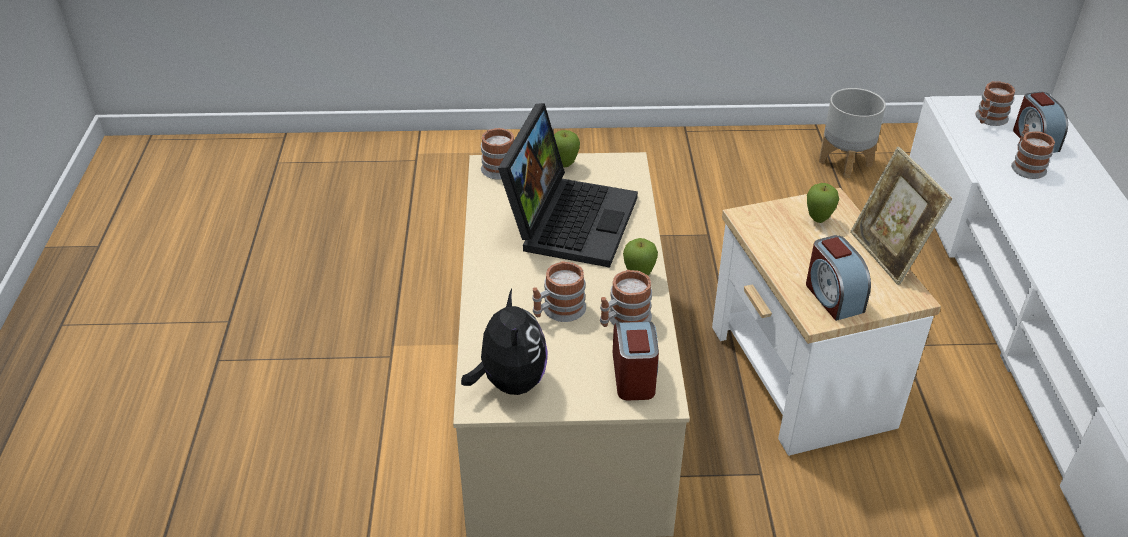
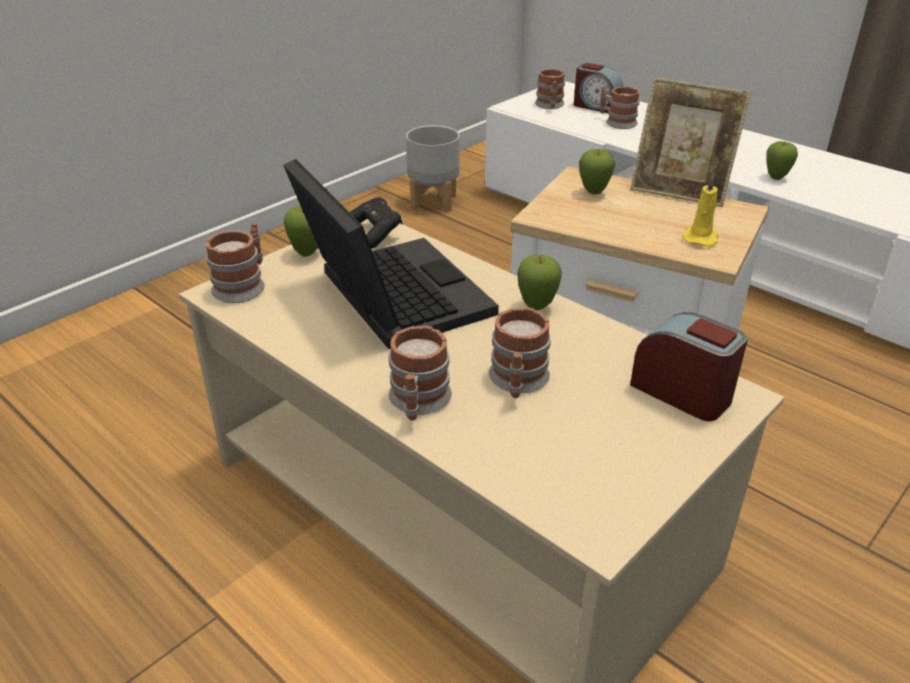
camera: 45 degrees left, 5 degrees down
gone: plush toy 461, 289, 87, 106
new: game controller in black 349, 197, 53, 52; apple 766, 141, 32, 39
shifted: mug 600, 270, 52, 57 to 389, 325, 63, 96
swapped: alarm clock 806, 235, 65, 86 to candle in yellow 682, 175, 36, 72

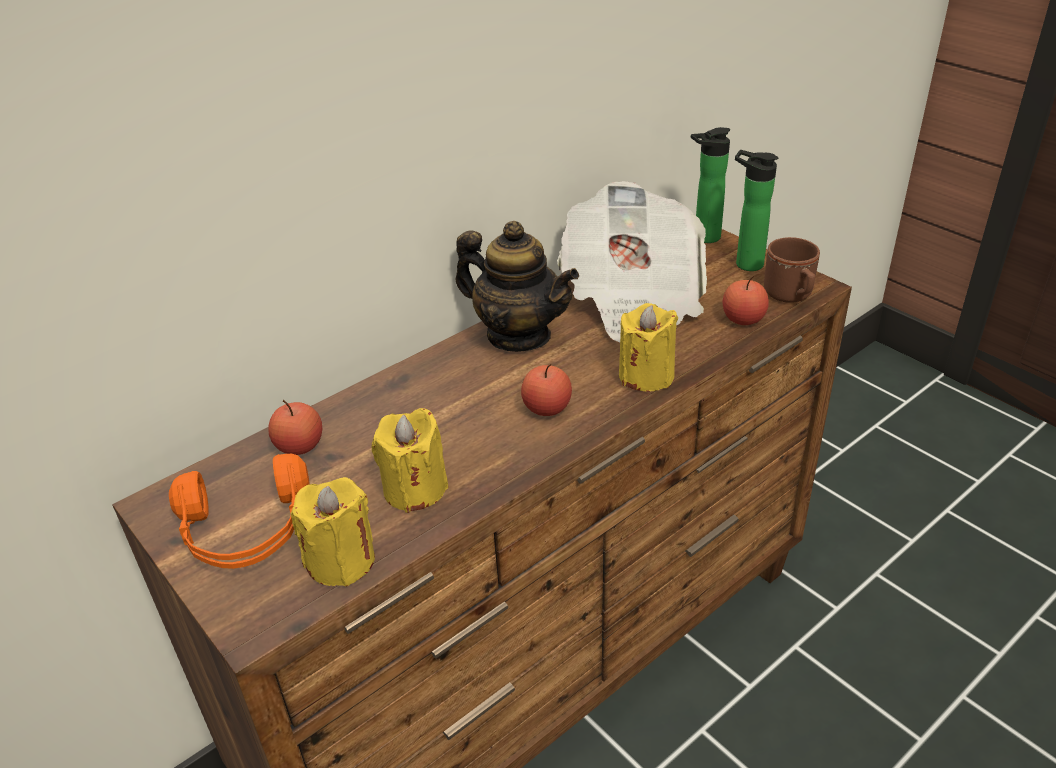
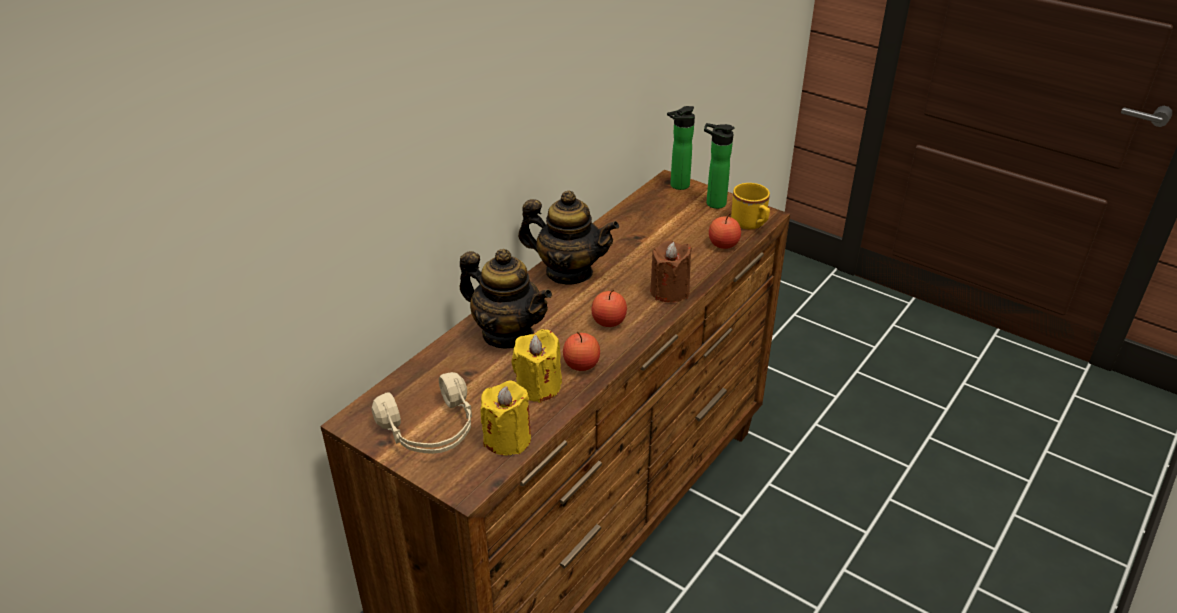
camera: 15 degrees left, 0 degrees up
gone: newspaper 557, 181, 150, 161
new: teapot 460, 249, 92, 99
shifted: apple 268, 400, 54, 55 to 563, 332, 37, 39
repainted: headphones in orange 169, 454, 141, 115 to headphones in beige 371, 372, 101, 82; candle in yellow 619, 303, 59, 89 to candle in brown 650, 240, 42, 62; mug in brown 764, 237, 56, 66 to mug in yellow 731, 183, 39, 46

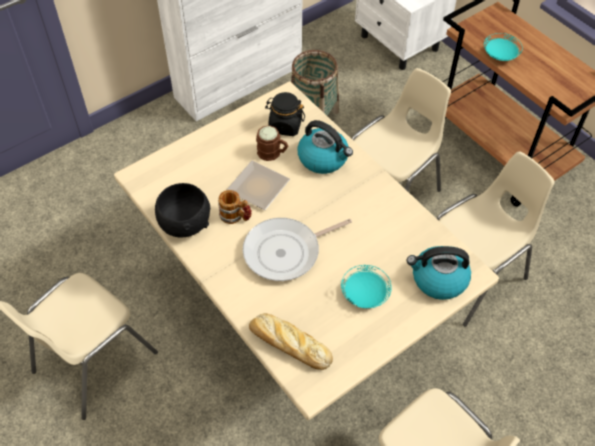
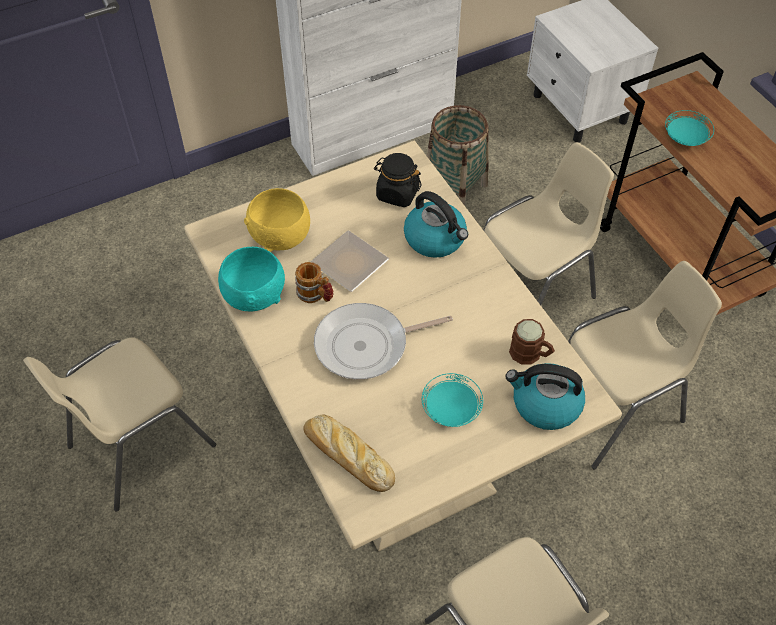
camera: 10 degrees right, 0 degrees up
new: bowl in yellow 244, 188, 66, 64
shifted: mug in brown 256, 125, 32, 36 to 509, 319, 46, 46
repainted: bowl in black 155, 183, 55, 55 to bowl in turquoise 218, 247, 67, 64

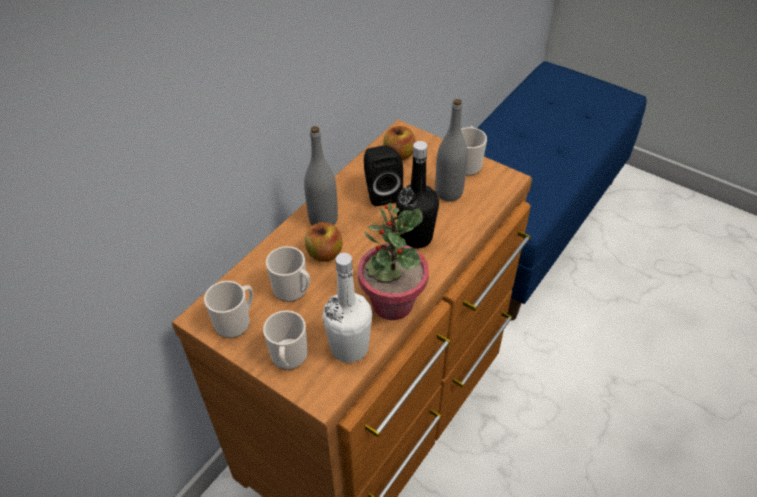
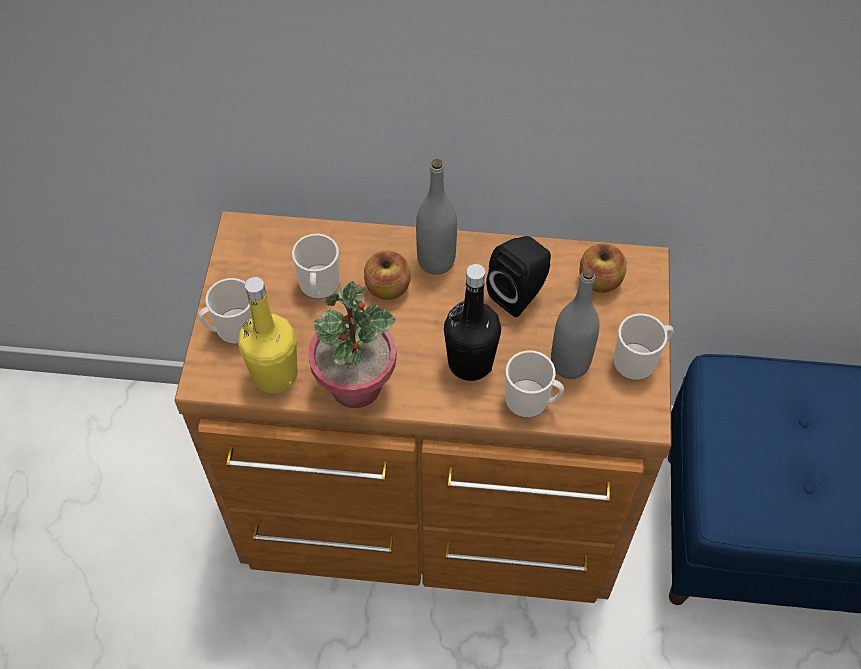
camera: 60 degrees right, 10 degrees up
shifted: mug 204, 281, 49, 57 to 505, 350, 59, 68
repainted: bottle in white 323, 253, 49, 110 to bottle in yellow 238, 277, 59, 116

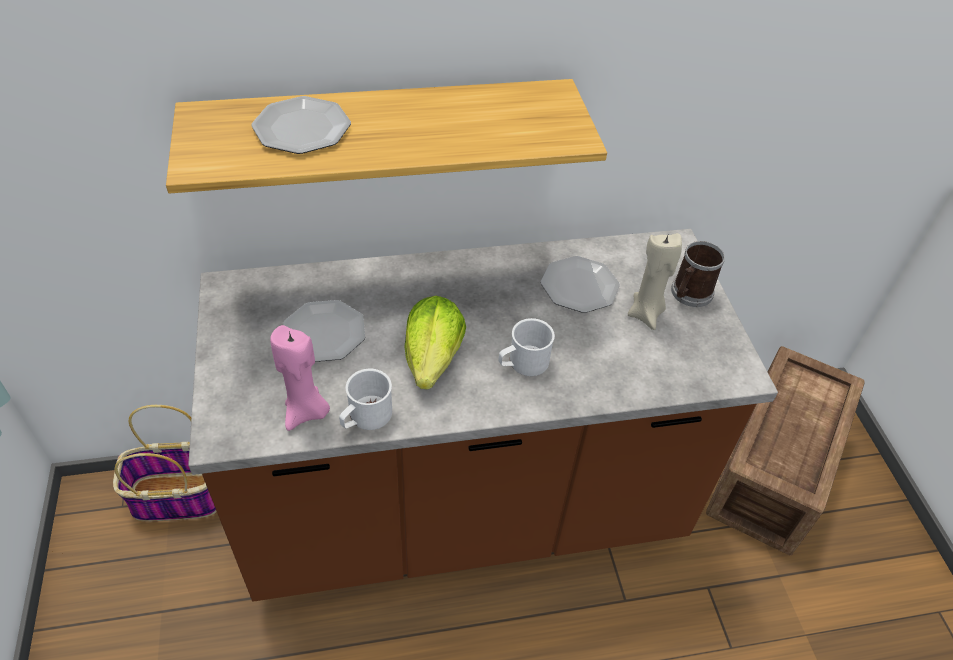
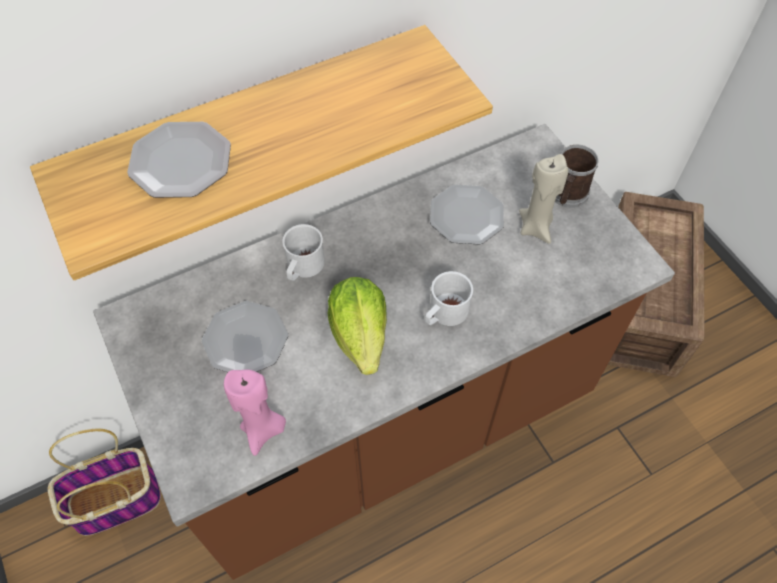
camera: 15 degrees left, 10 degrees up
shifted: mug in white 339, 369, 53, 61 to 282, 224, 43, 57

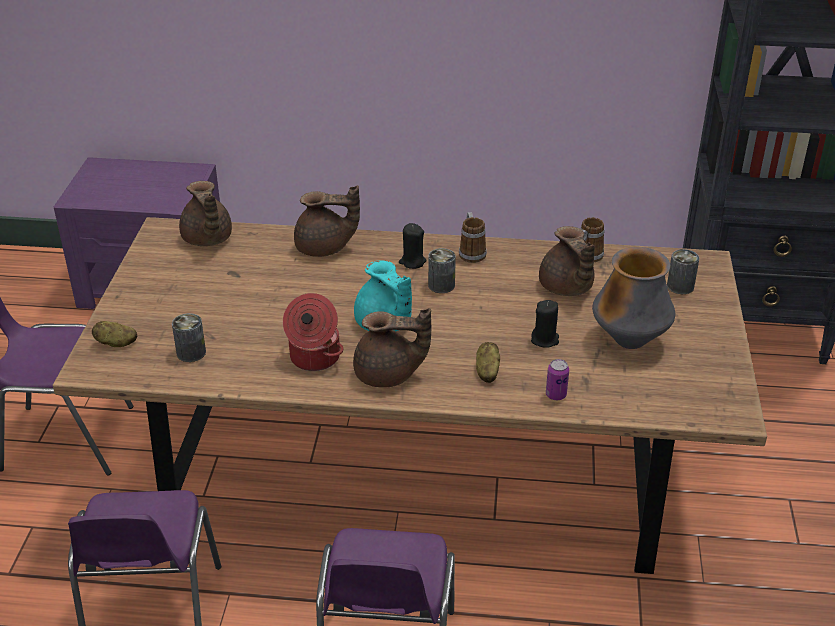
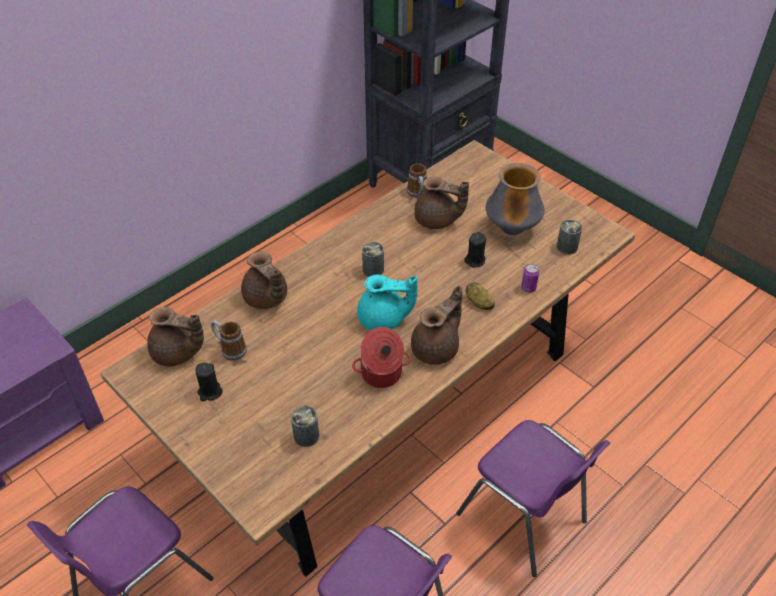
camera: 50 degrees left, 10 degrees up
gone: potato 92, 321, 45, 26
shifted: candle in black 399, 223, 27, 46 to 196, 363, 27, 38; mug 459, 212, 28, 51 to 211, 320, 36, 41; can 667, 249, 32, 45 to 557, 220, 25, 35
rotated: teapot in brown 294, 185, 66, 72 = 241, 252, 46, 57 105 degrees clockwise

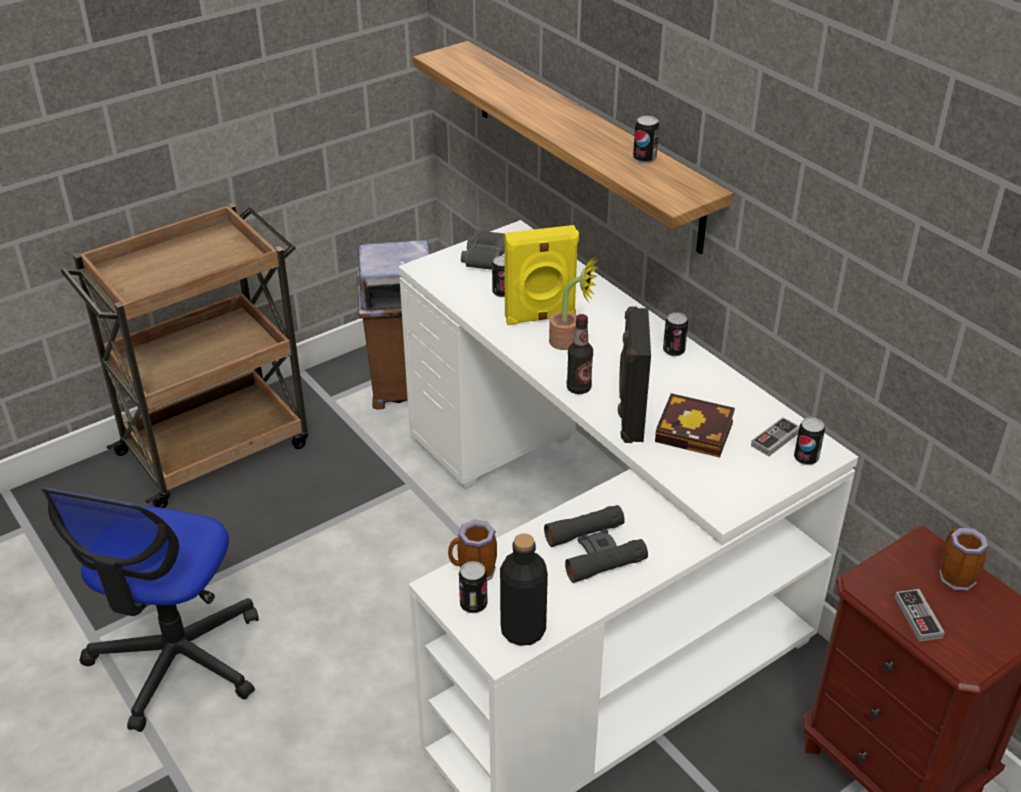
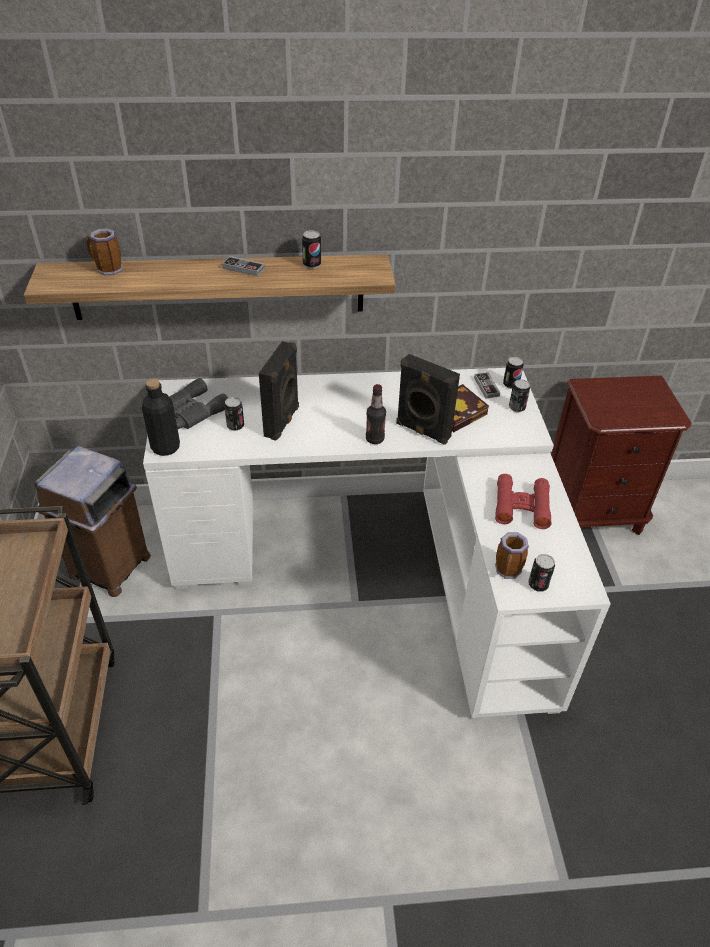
camera: 60 degrees left, 5 degrees up
gone: office chair 41, 488, 218, 244; potted plant 549, 256, 49, 94
shifted: bottle in black 500, 533, 48, 113 to 142, 379, 38, 77; can 663, 312, 25, 44 to 509, 379, 21, 33; game controller 895, 589, 50, 53 to 222, 256, 43, 20; mug 939, 528, 50, 63 to 87, 228, 35, 47
repainted: speaker in yellow 504, 225, 75, 100 to speaker in black 259, 341, 40, 100; binoculars in black 544, 505, 104, 78 to binoculars in red 495, 474, 57, 55

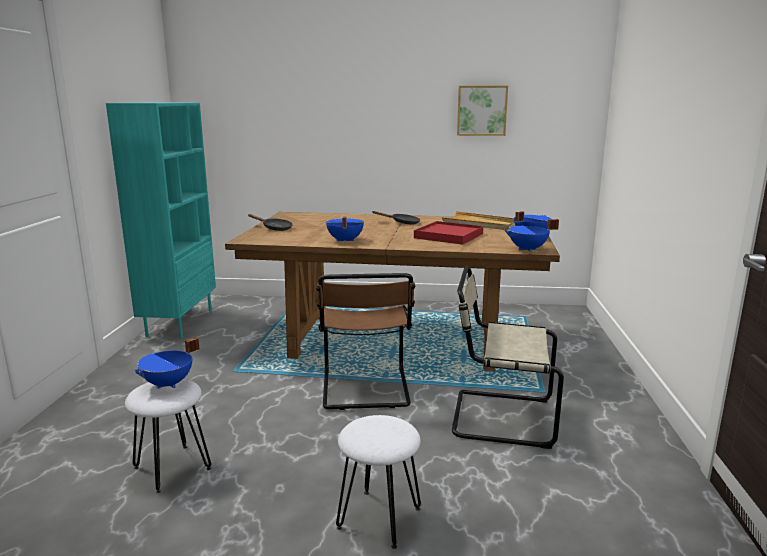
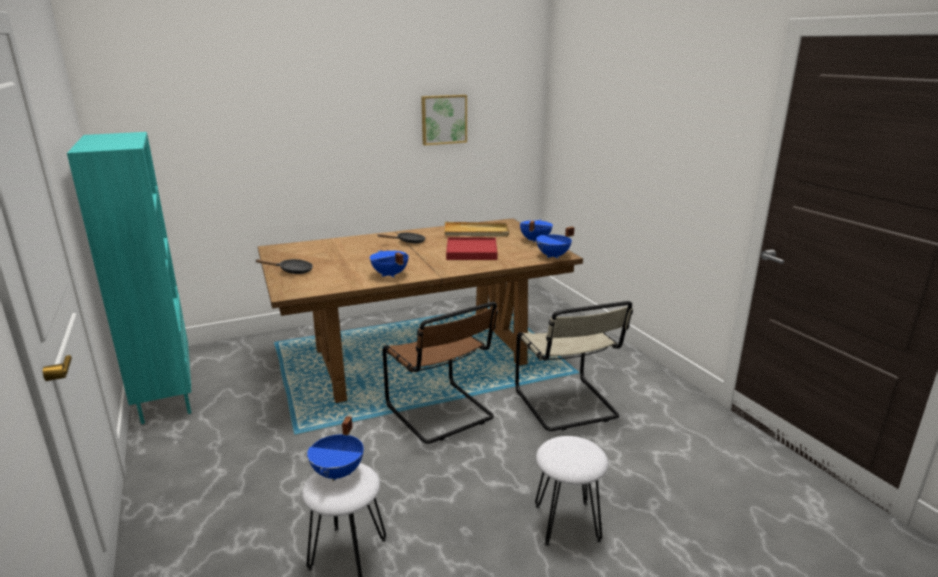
camera: 30 degrees left, 5 degrees up
rotated: chair in beige 452, 266, 112, 183 = 515, 301, 118, 130 90 degrees counterclockwise

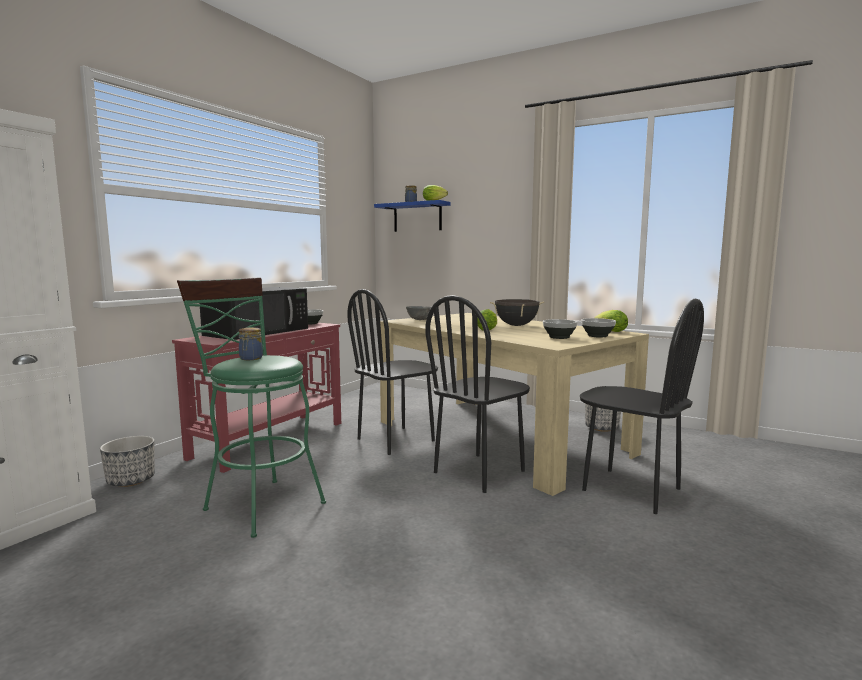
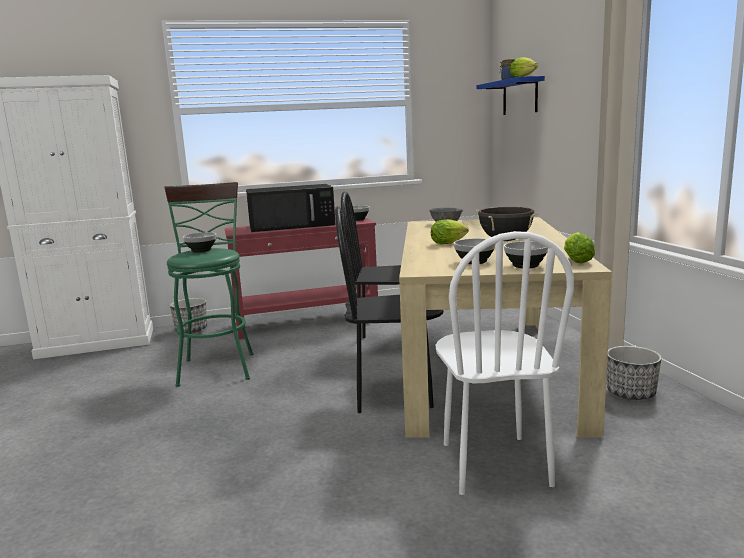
camera: 45 degrees right, 5 degrees up
swapped: jar 239, 327, 24, 33 to bowl 183, 232, 34, 20
repainted: chair in black 580, 299, 124, 215 to chair in white 436, 231, 138, 264

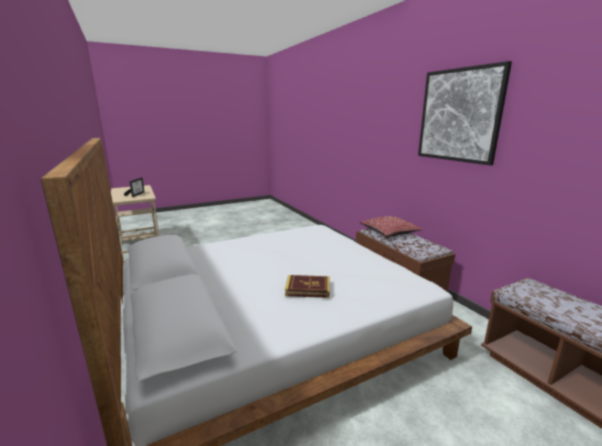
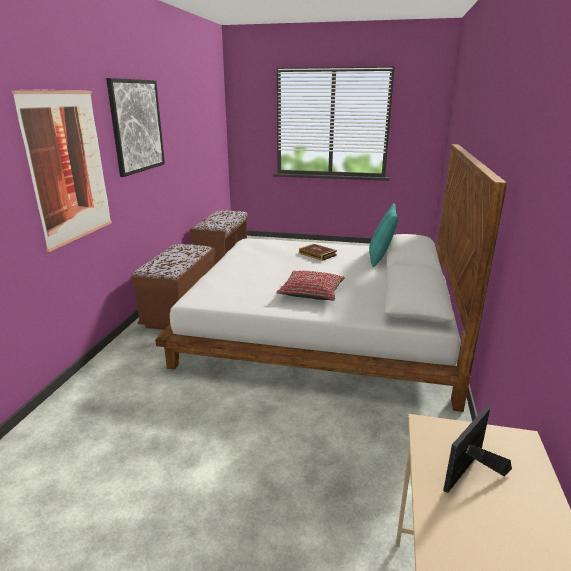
camera: 140 degrees left, 5 degrees up
new: picture 11, 89, 101, 163; pillow in turquoise 369, 203, 30, 64
shifted: pillow in red 359, 216, 63, 21 to 276, 271, 69, 30

